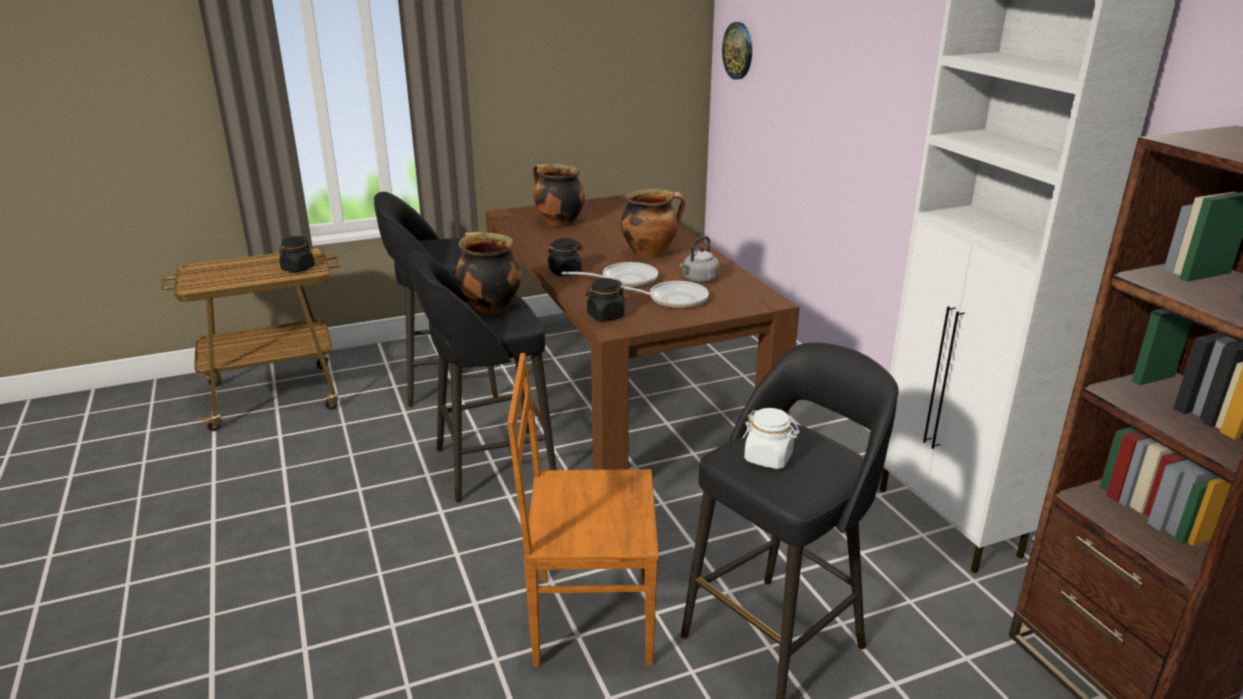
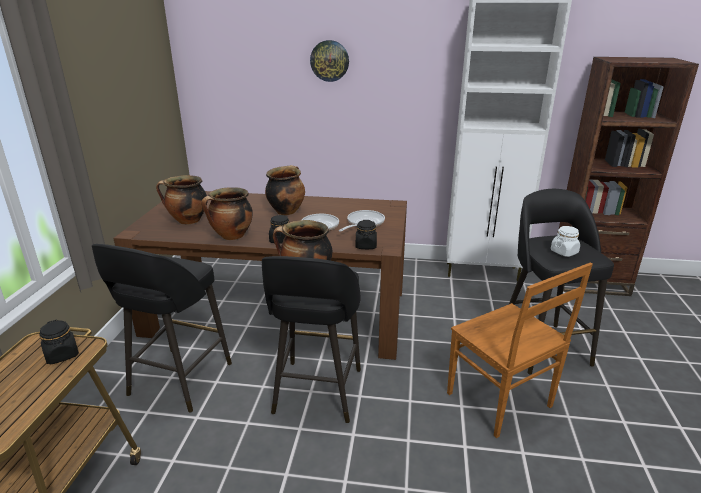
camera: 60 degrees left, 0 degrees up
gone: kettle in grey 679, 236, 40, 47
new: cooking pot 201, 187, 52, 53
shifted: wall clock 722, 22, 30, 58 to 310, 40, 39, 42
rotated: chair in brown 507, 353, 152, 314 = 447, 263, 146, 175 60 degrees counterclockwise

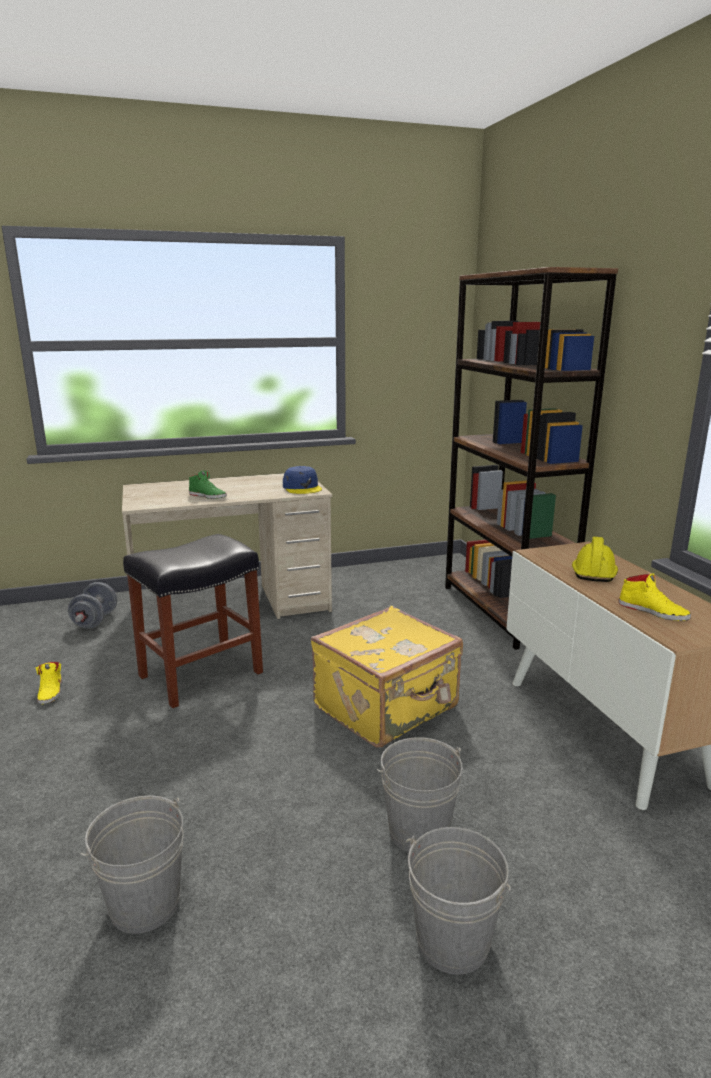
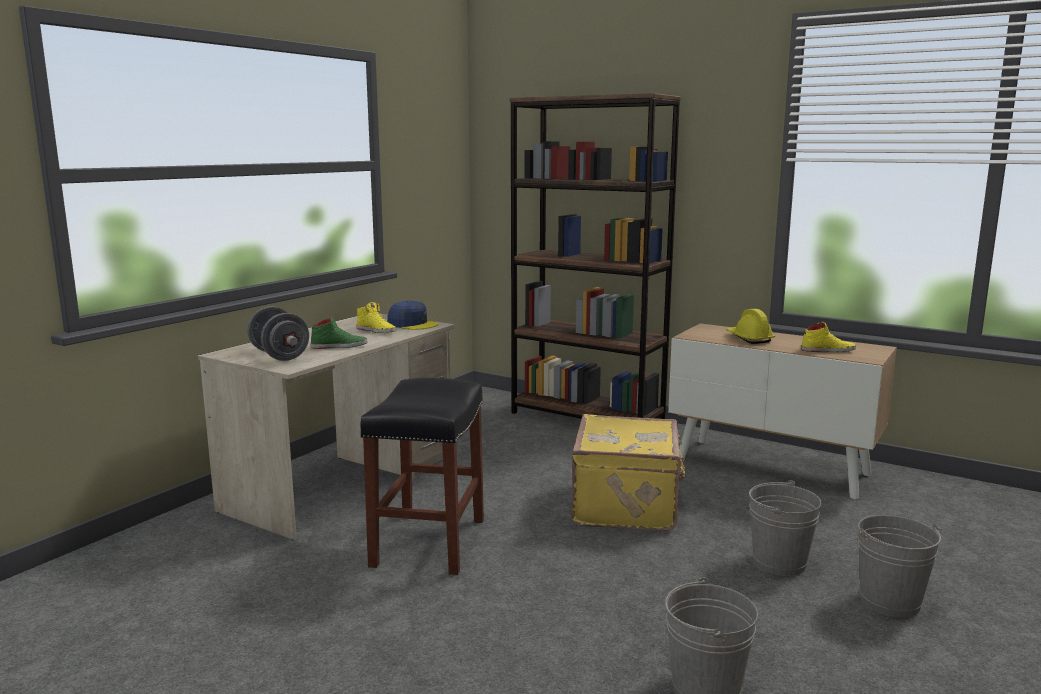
camera: 40 degrees left, 5 degrees down
shifted: shoe in yellow 36, 662, 26, 42 to 356, 302, 40, 31; dumbbell in grey 68, 582, 49, 47 to 247, 306, 62, 55

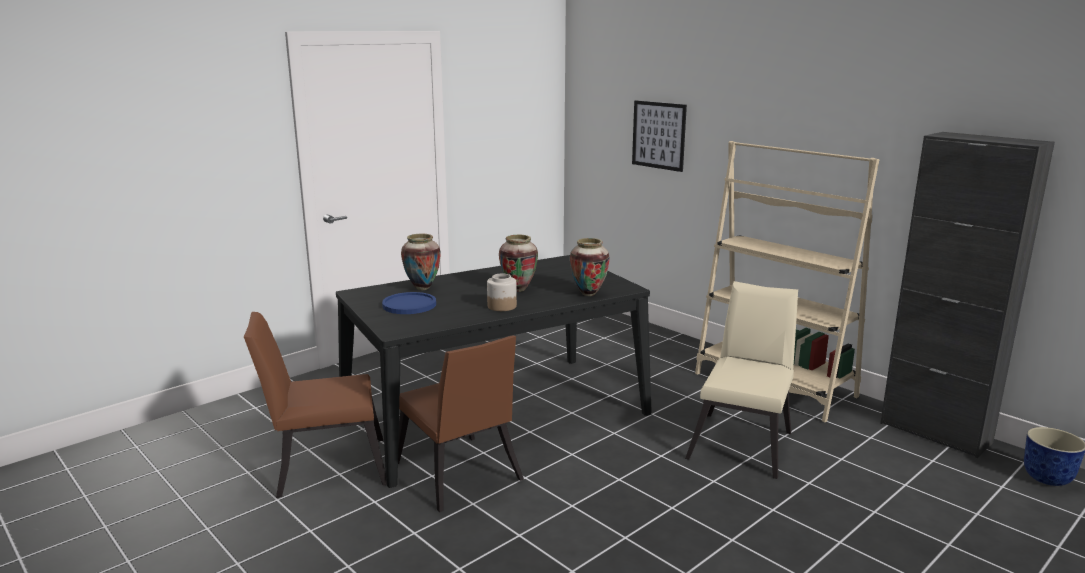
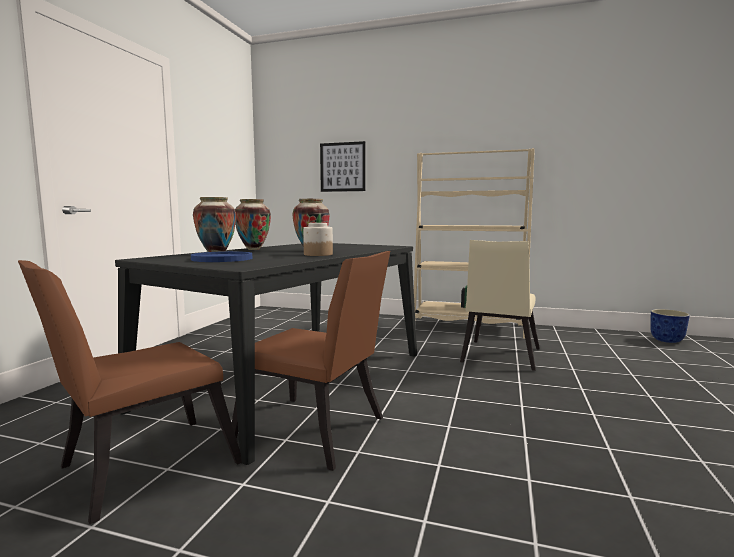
camera: 30 degrees left, 10 degrees down
gone: cabinet in black 880, 132, 175, 326
shifted: vase 570, 238, 40, 58 to 235, 199, 36, 51
rotated: chair in beige 685, 281, 113, 198 = 460, 240, 80, 131 150 degrees counterclockwise

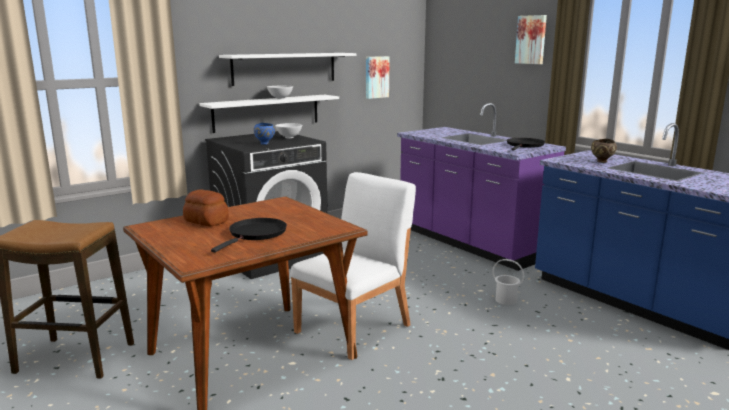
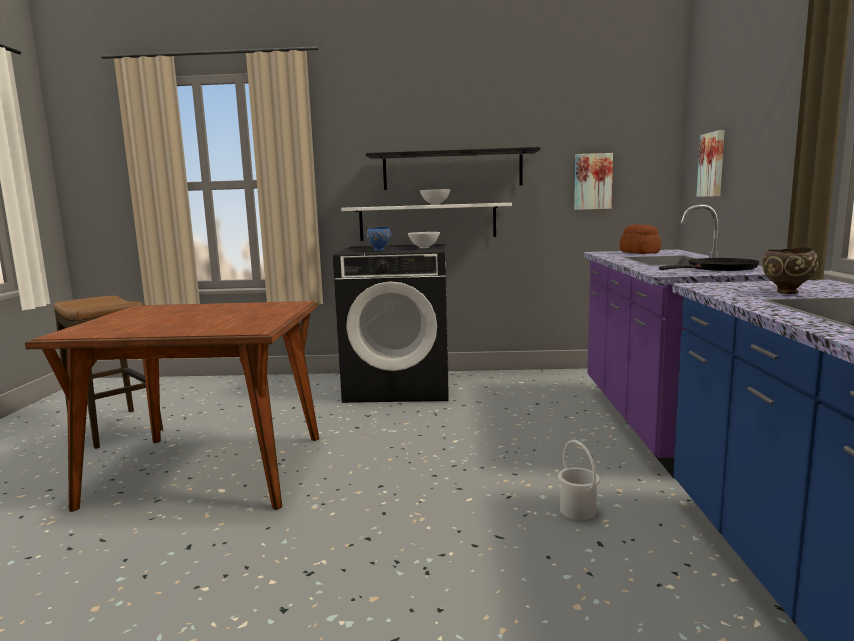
camera: 40 degrees right, 5 degrees down
gone: frying pan in black 211, 218, 76, 34; chair in white 290, 172, 126, 188
shifted: bread 183, 189, 46, 37 to 620, 225, 41, 29; picture 515, 15, 32, 49 to 696, 130, 29, 67
repainted: shelf in white 219, 53, 137, 33 to shelf in black 366, 147, 174, 43

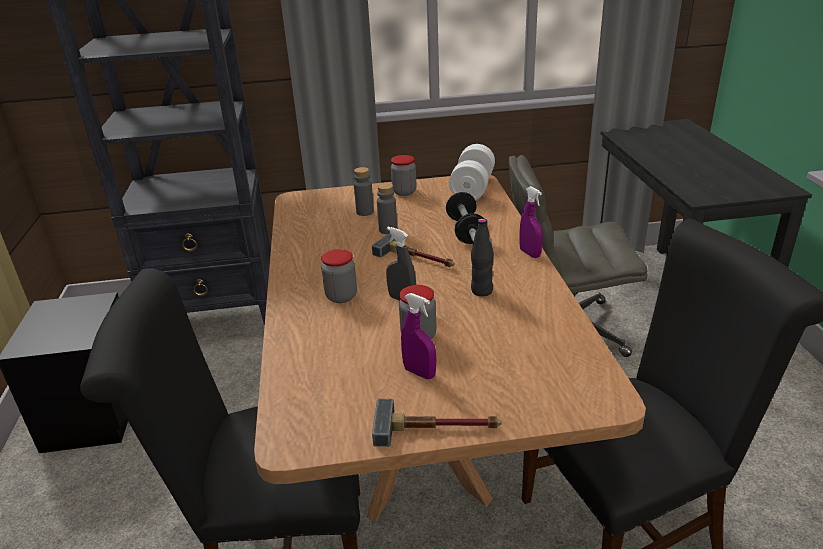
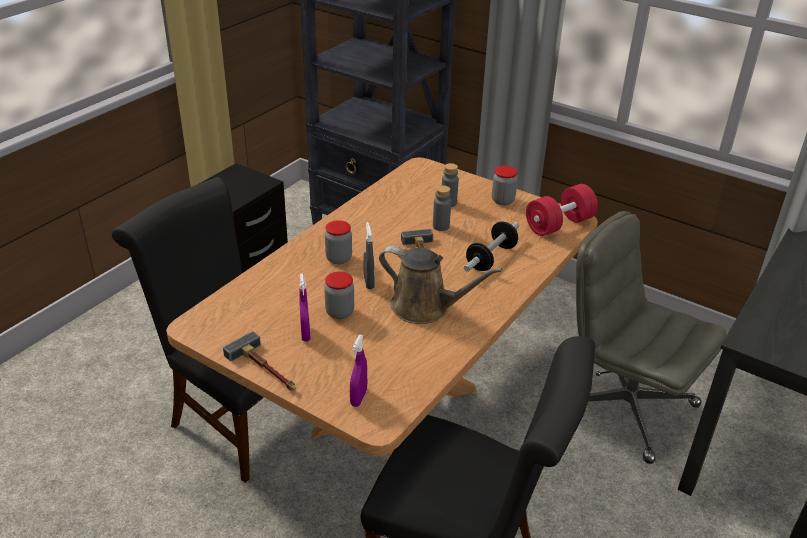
camera: 40 degrees right, 5 degrees up
shifted: spray bottle in purple 519, 186, 24, 72 to 350, 334, 17, 73
swapped: bottle in black 471, 218, 23, 78 to watering can in brown 379, 246, 123, 78
repainted: dumbbell in white 449, 144, 46, 56 to dumbbell in red 526, 184, 72, 52

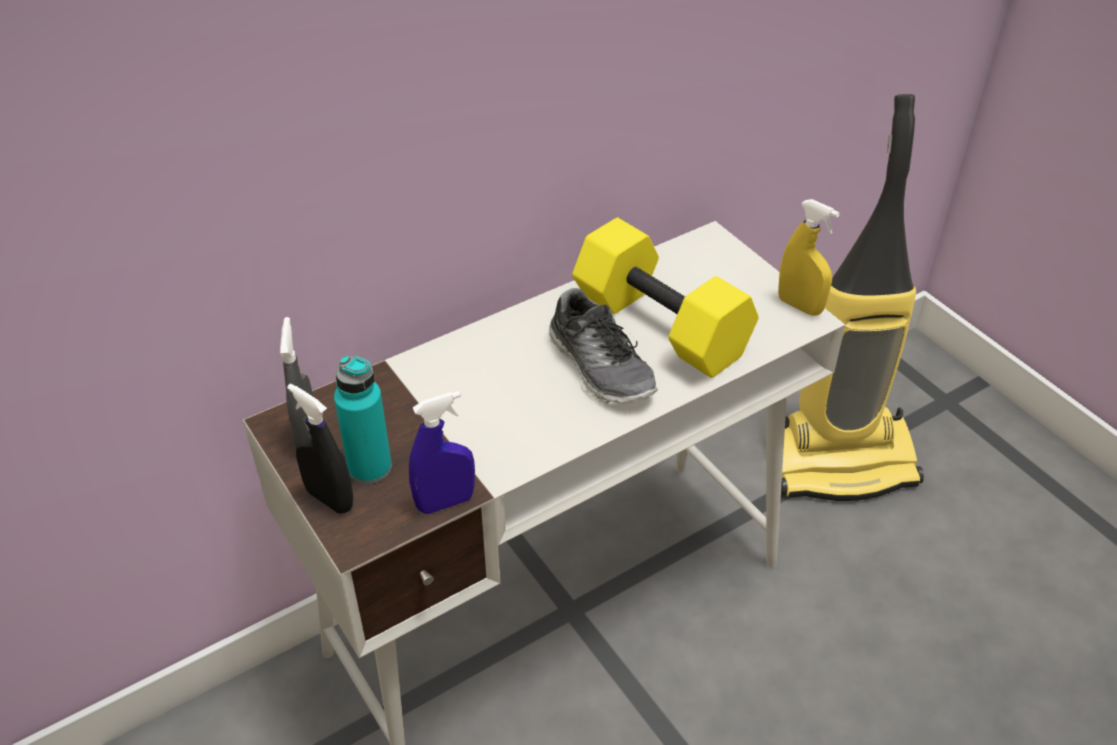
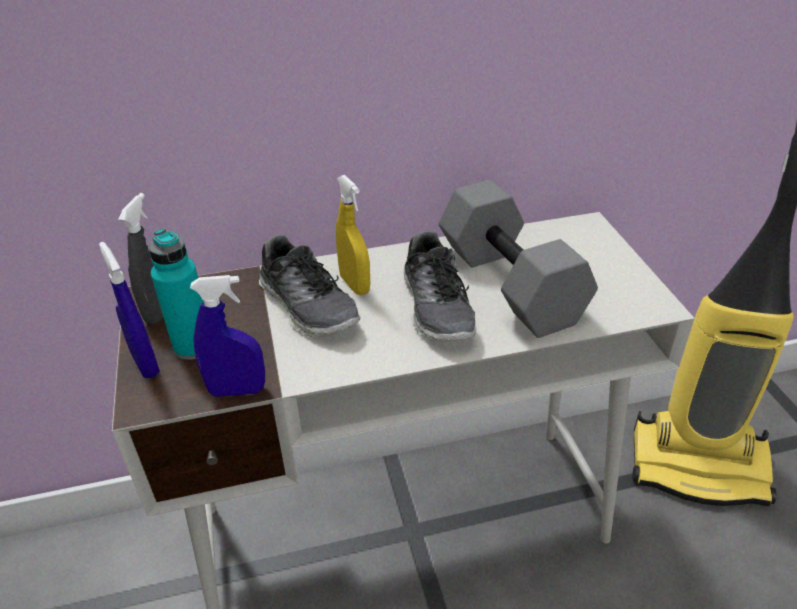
camera: 20 degrees right, 5 degrees down
new: shoe 259, 235, 102, 102
shifted: spray bottle in yellow 778, 199, 62, 116 to 336, 175, 34, 120
repainted: spray bottle in black 287, 384, 66, 130 to spray bottle in blue 99, 242, 61, 136; dumbbell in yellow 572, 217, 187, 161 to dumbbell in grey 439, 180, 159, 158

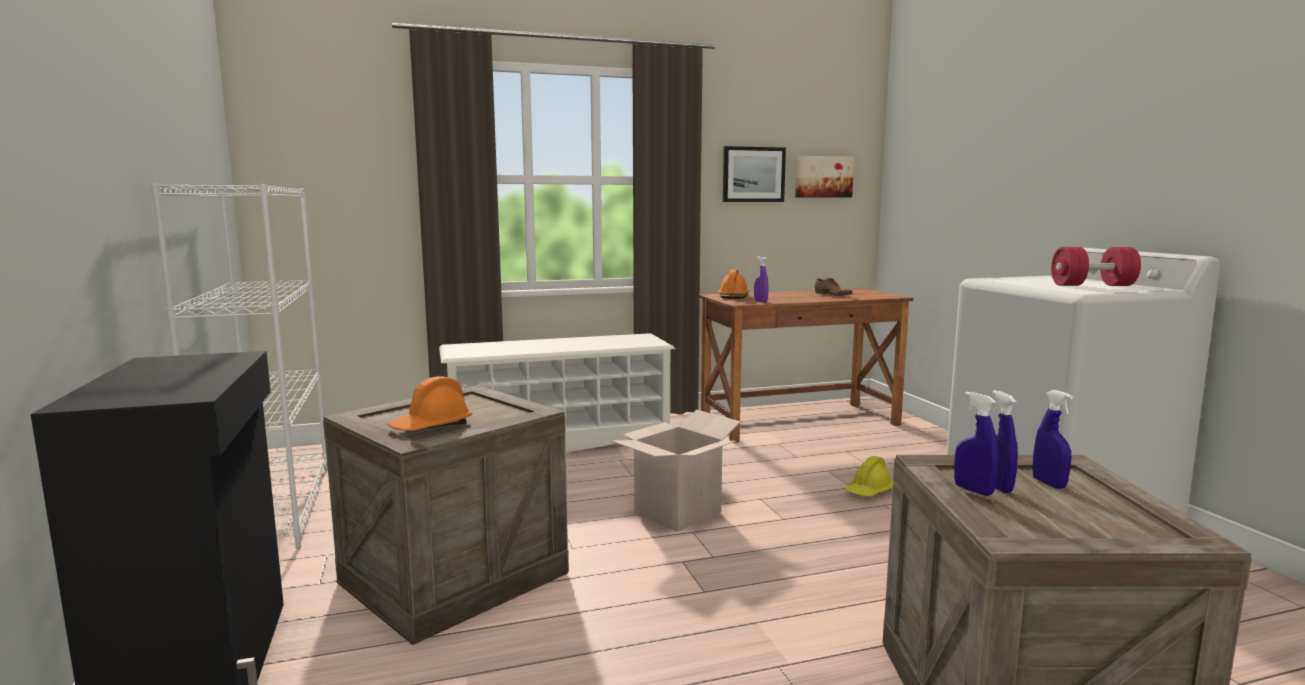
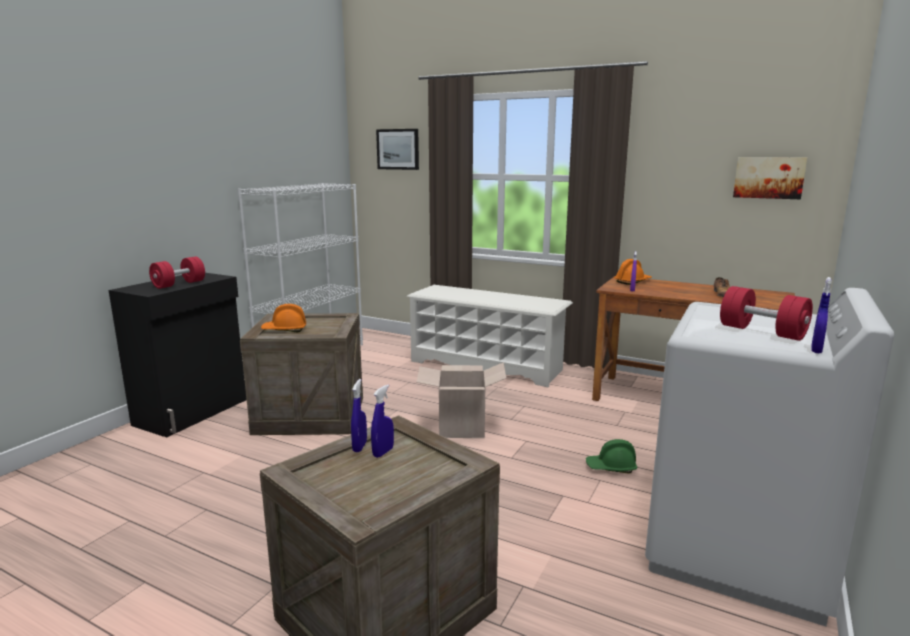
camera: 45 degrees right, 5 degrees up
new: dumbbell in red 149, 256, 56, 33
shifted: picture 723, 146, 63, 56 to 376, 129, 43, 41; spray bottle in blue 1032, 390, 41, 99 to 811, 277, 21, 76
repainted: hard hat in yellow 845, 456, 48, 41 to hard hat in green 586, 439, 51, 35

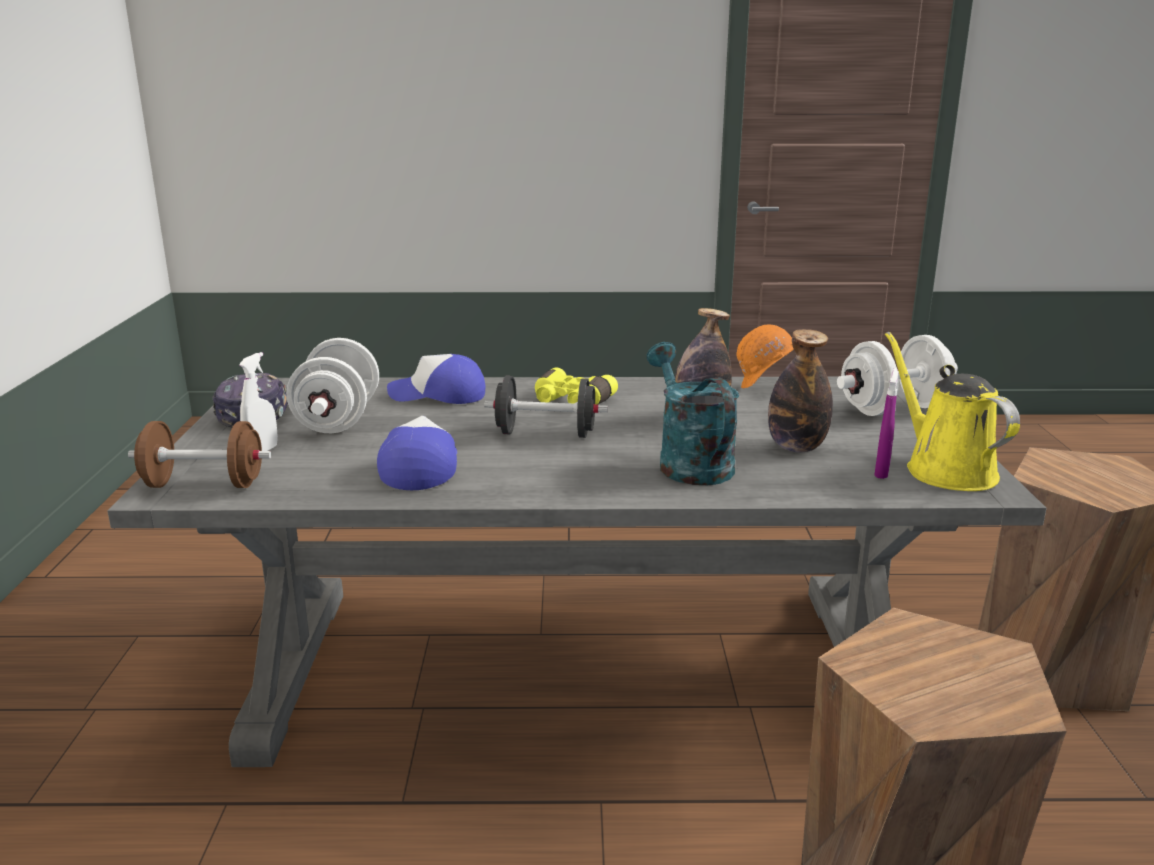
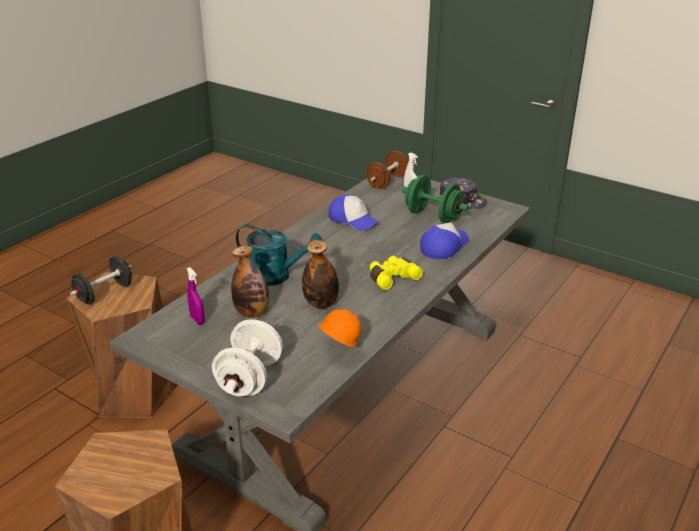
camera: 125 degrees right, 10 degrees up
gone: watering can in yellow 885, 332, 135, 159
shifted: dumbbell in black 484, 376, 124, 62 to 70, 256, 62, 48
repainted: dumbbell in white 286, 338, 93, 95 to dumbbell in green 402, 175, 67, 48

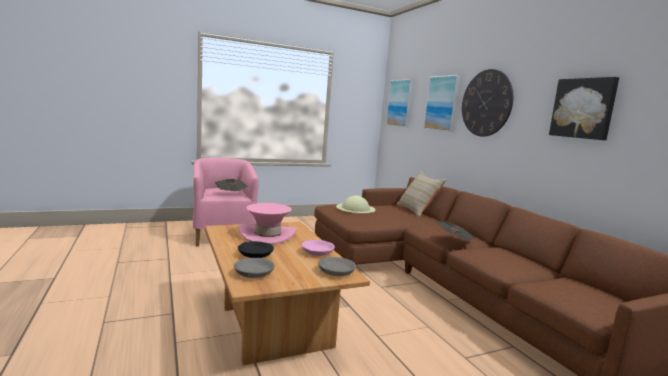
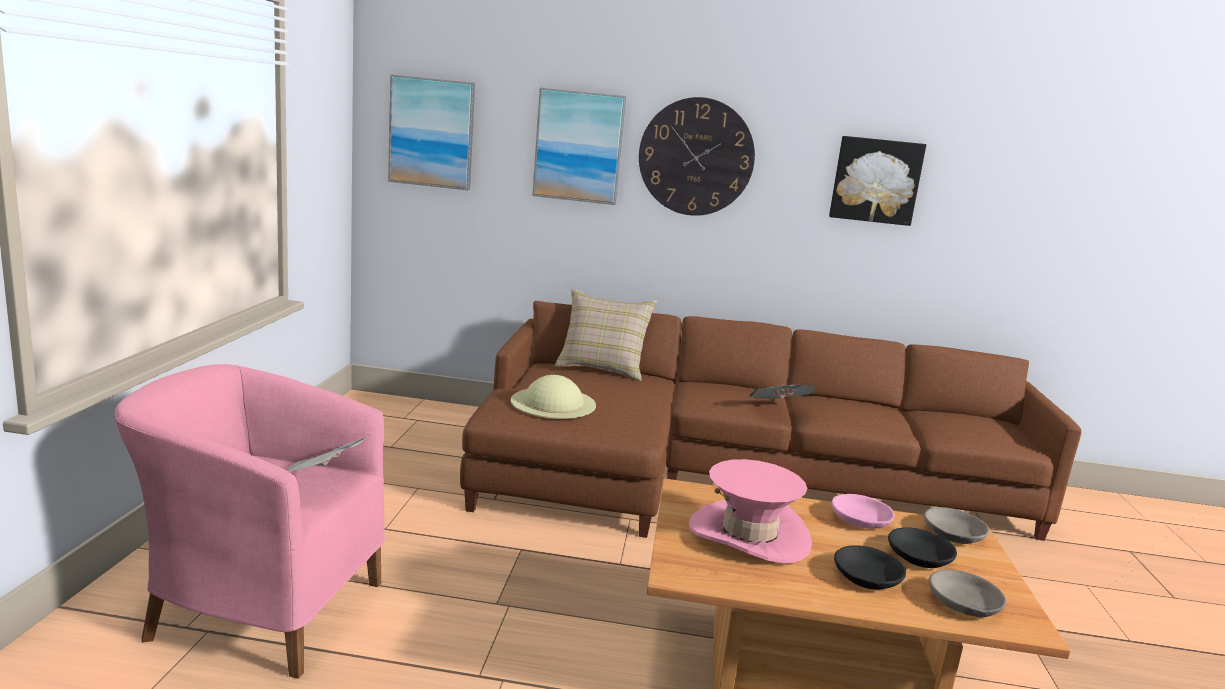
camera: 60 degrees left, 5 degrees up
new: bowl in black 888, 527, 69, 41

